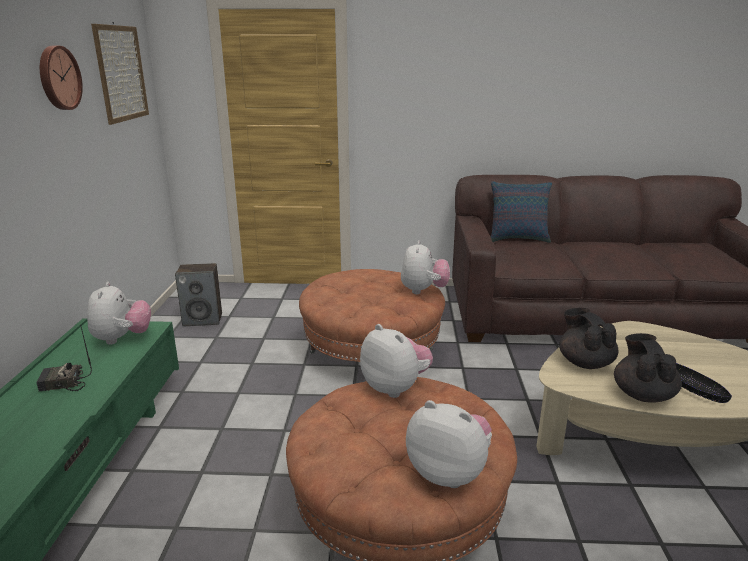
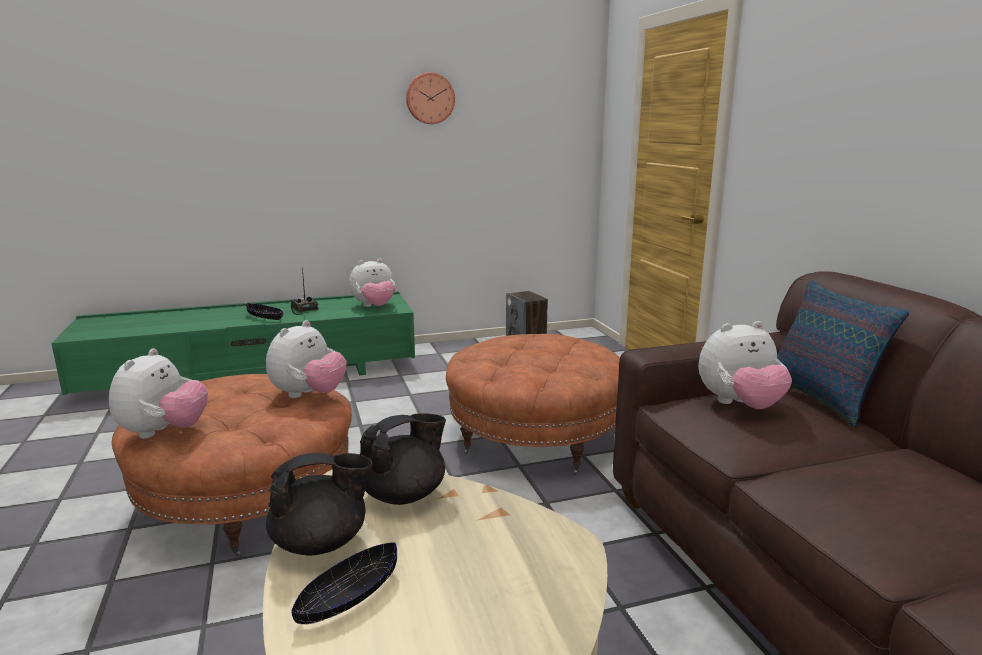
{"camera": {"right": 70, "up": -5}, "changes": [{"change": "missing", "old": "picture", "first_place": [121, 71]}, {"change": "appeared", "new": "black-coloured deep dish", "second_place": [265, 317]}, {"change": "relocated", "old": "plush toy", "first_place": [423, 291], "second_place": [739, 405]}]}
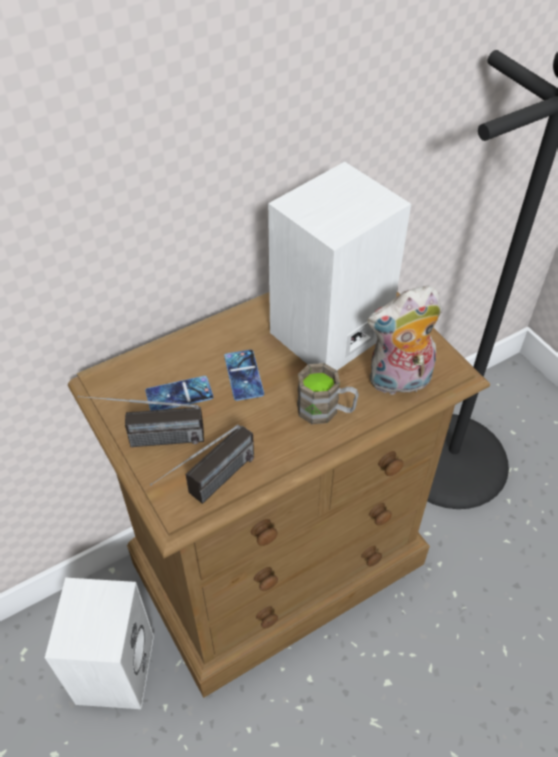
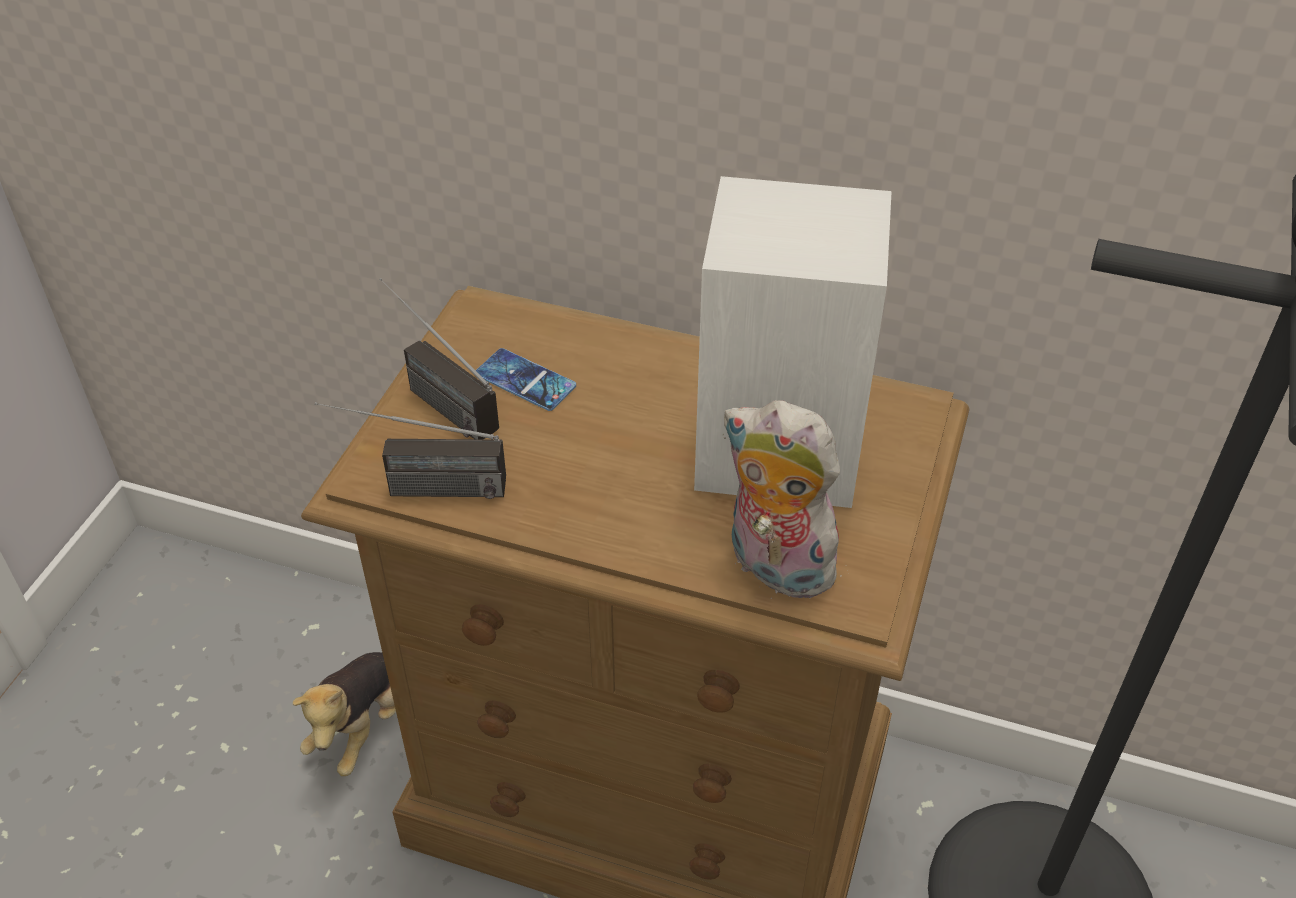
{"camera": {"right": 50, "up": -5}, "changes": [{"change": "missing", "old": "handset", "first_place": [243, 375]}, {"change": "missing", "old": "brownish mug", "first_place": [326, 410]}, {"change": "exchanged", "old": "white-coloured audio speaker", "new": "plush toy", "first_place": [114, 667], "second_place": [365, 724]}]}
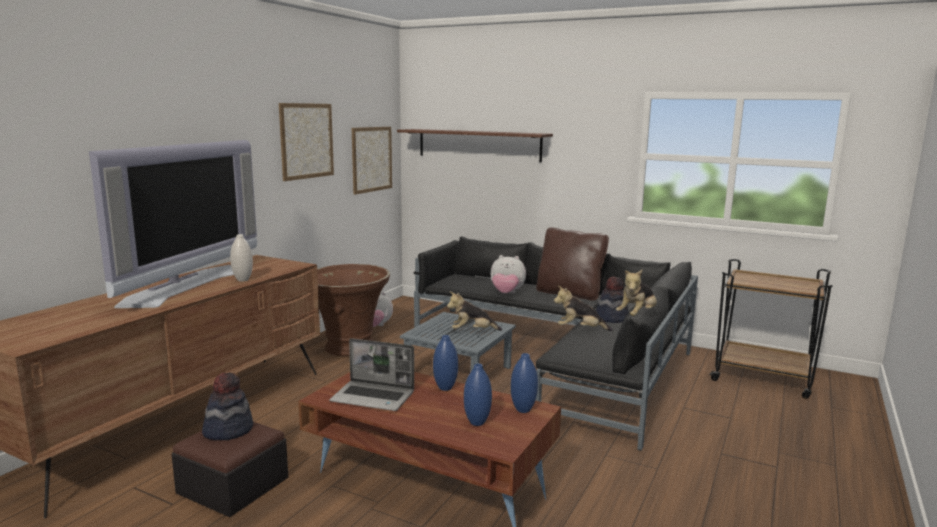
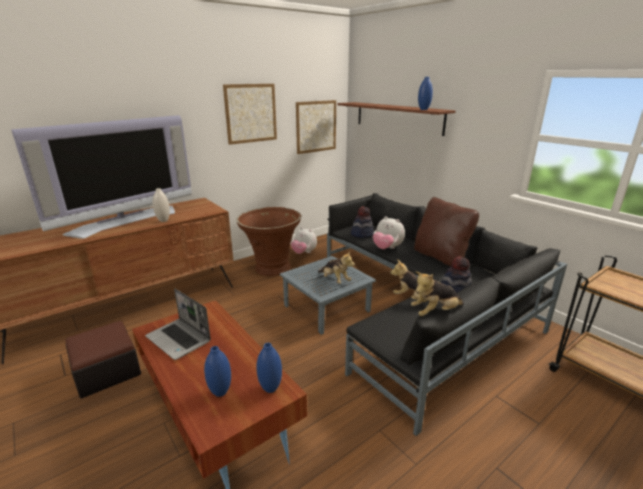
{"camera": {"right": 25, "up": 10}, "changes": [{"change": "relocated", "old": "hat", "first_place": [228, 430], "second_place": [362, 234]}, {"change": "relocated", "old": "blue vase", "first_place": [445, 388], "second_place": [423, 109]}, {"change": "spun", "old": "plush toy", "first_place": [472, 331], "second_place": [335, 280], "degrees": -150}]}
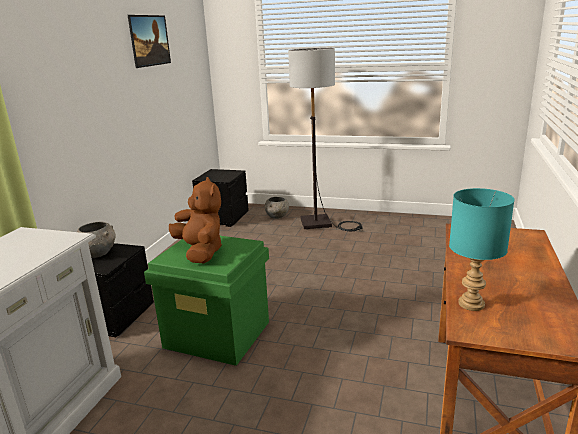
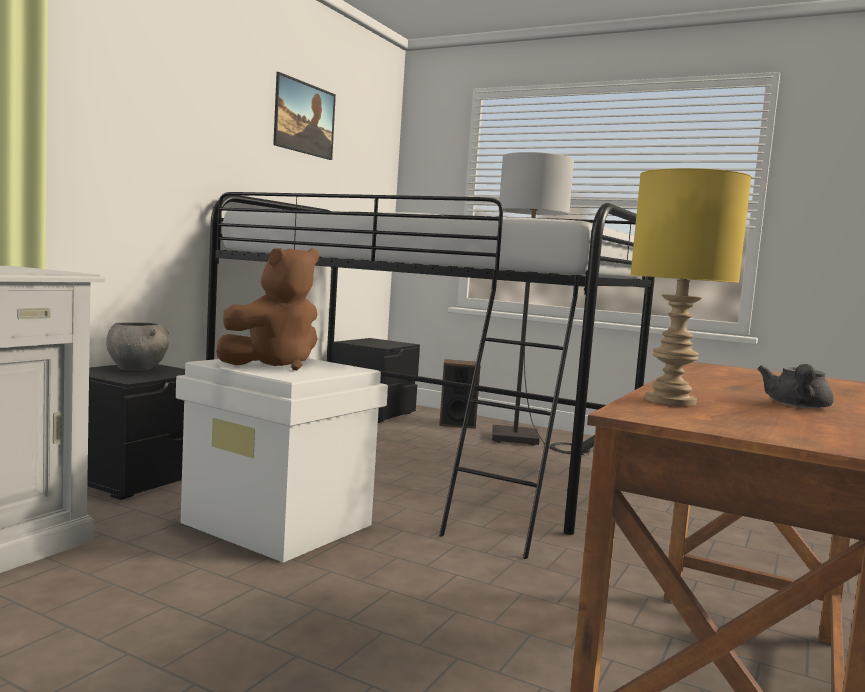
{"camera": {"right": 10, "up": -15}, "changes": [{"change": "appeared", "new": "black-coloured bed", "second_place": [421, 462]}, {"change": "appeared", "new": "greyish pot for tea", "second_place": [797, 406]}, {"change": "exchanged", "old": "greyish deep dish", "new": "audio speaker", "first_place": [277, 217], "second_place": [457, 424]}, {"change": "colour", "old": "green storage box", "new": "white-coloured storage box", "first_place": [218, 334], "second_place": [279, 524]}, {"change": "colour", "old": "turquoise lamp for a table", "new": "yellowish lamp for a table", "first_place": [470, 304], "second_place": [668, 401]}, {"change": "spun", "old": "brownish plush toy", "first_place": [201, 252], "second_place": [273, 365], "degrees": 60}]}
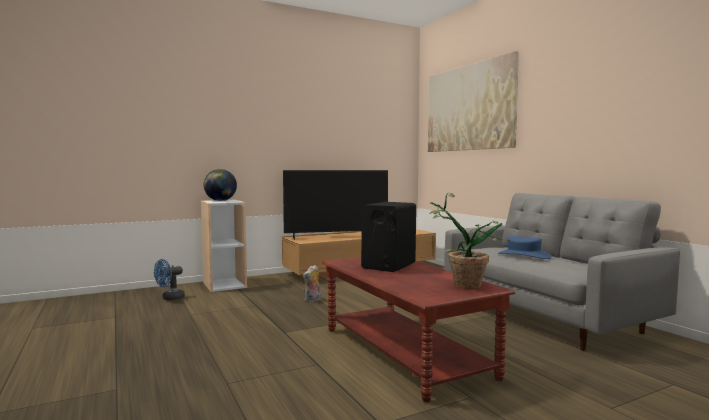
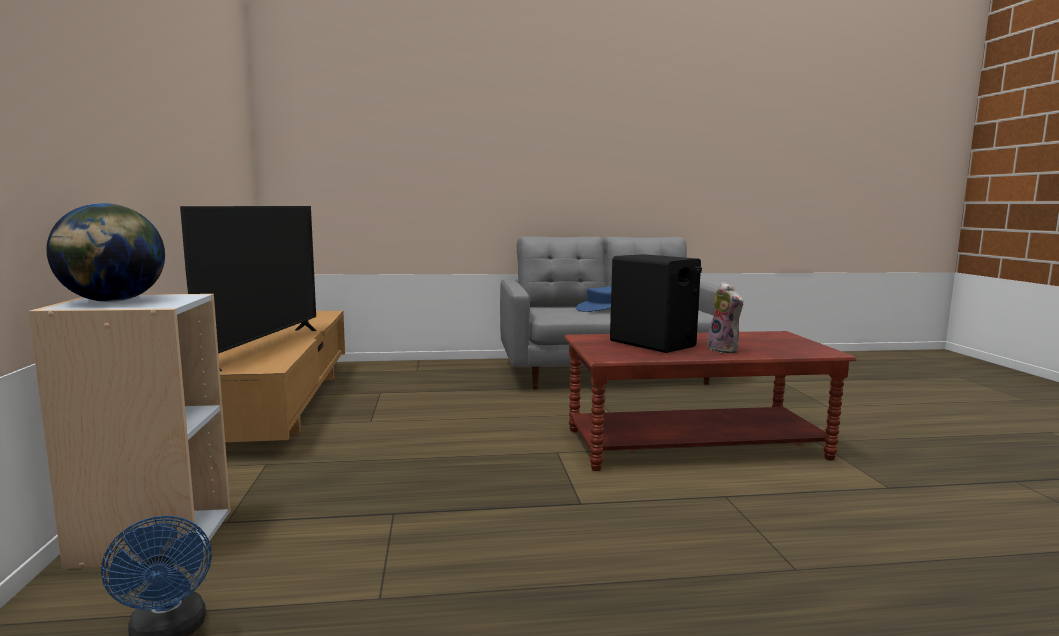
{"camera": {"right": -70, "up": 5}, "changes": [{"change": "missing", "old": "picture", "first_place": [468, 108]}, {"change": "missing", "old": "potted plant", "first_place": [460, 284]}, {"change": "relocated", "old": "plush toy", "first_place": [312, 300], "second_place": [725, 350]}]}
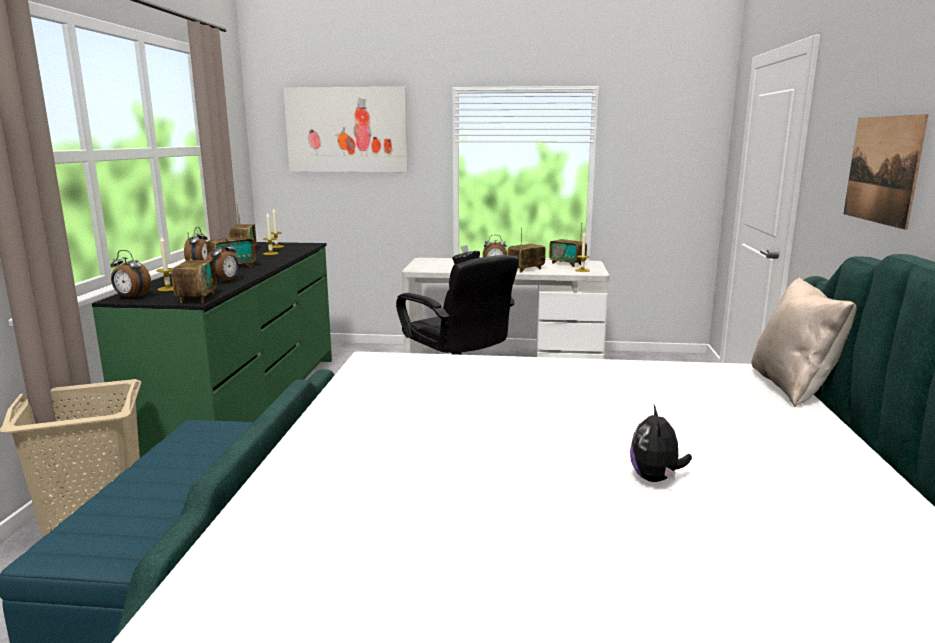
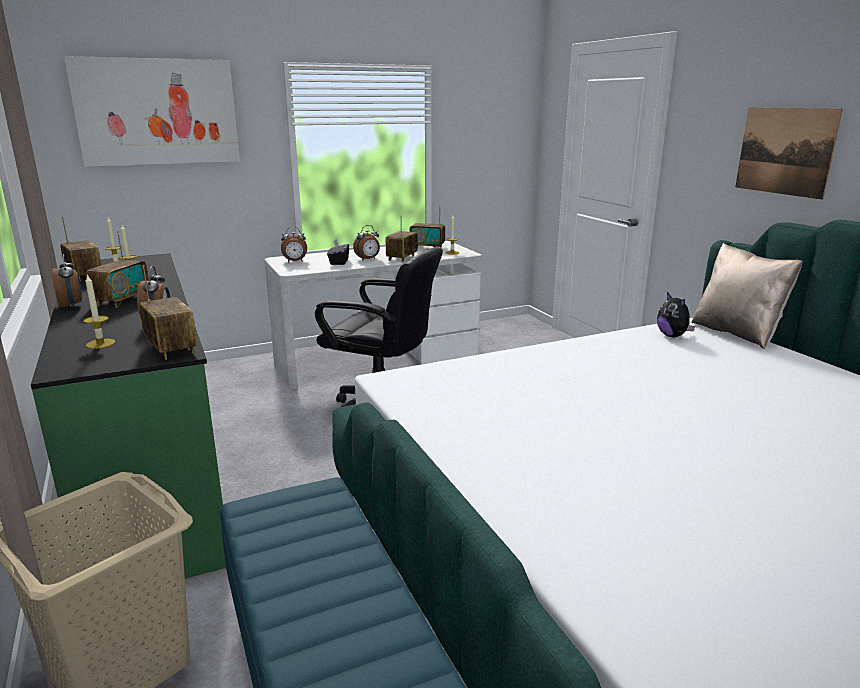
{"camera": {"right": -30, "up": 5}, "changes": [{"change": "relocated", "old": "alarm clock", "first_place": [131, 297], "second_place": [295, 261]}, {"change": "relocated", "old": "plush toy", "first_place": [656, 479], "second_place": [672, 336]}]}
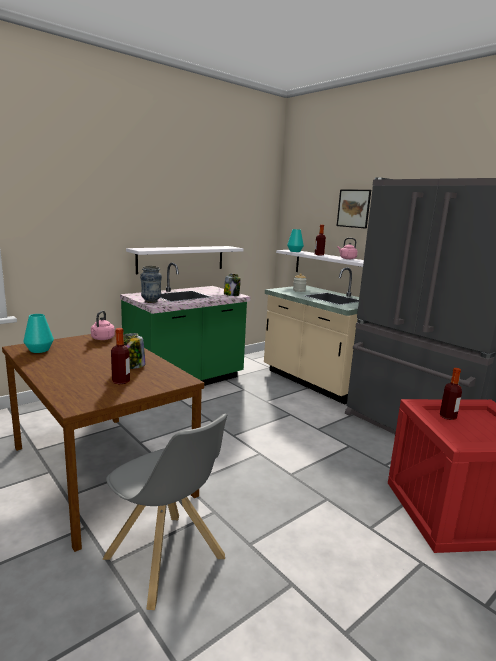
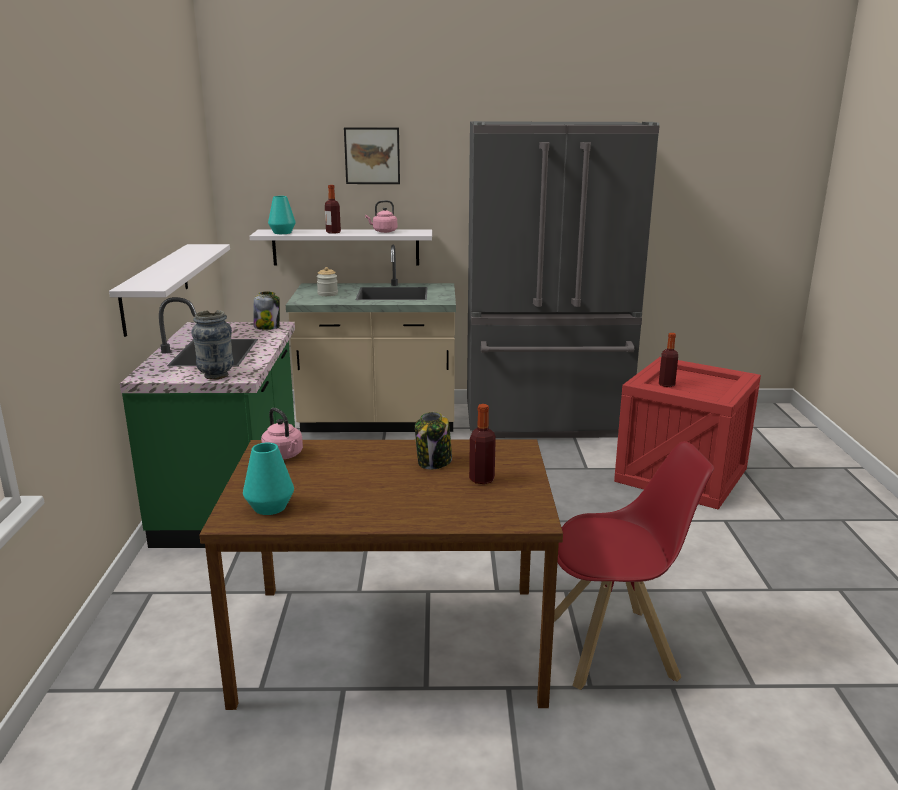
{"camera": {"right": -50, "up": 5}, "changes": [{"change": "colour", "old": "greyish plain chair", "new": "red-coloured plain chair", "first_place": [166, 559], "second_place": [615, 647]}]}
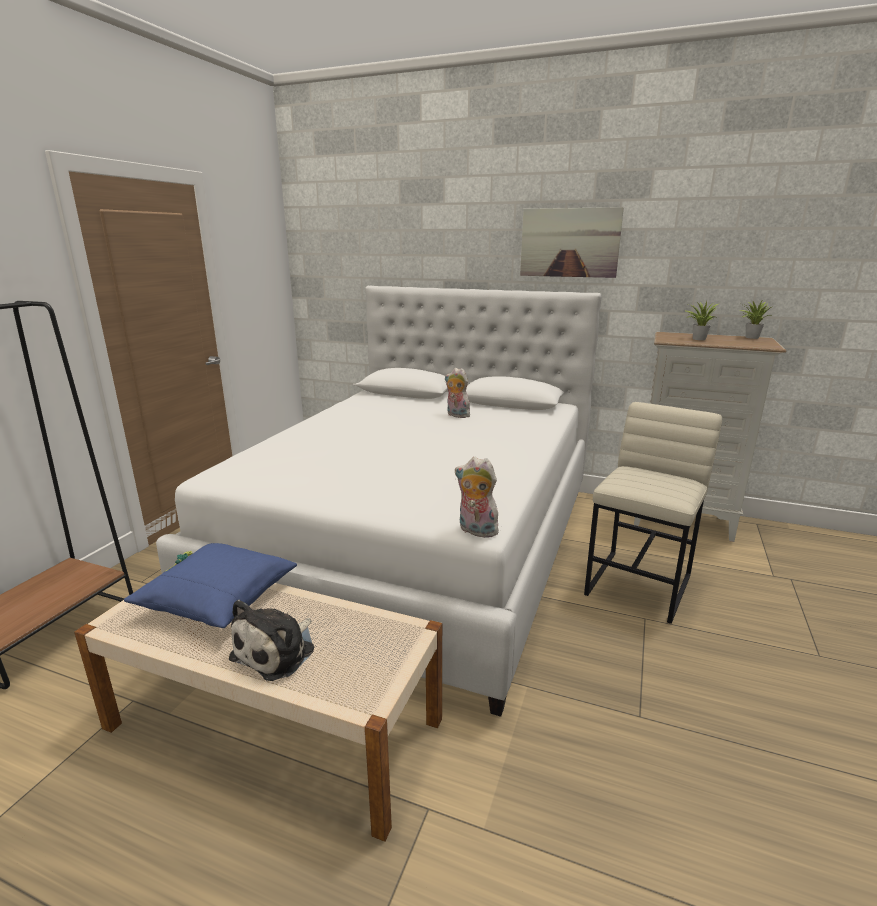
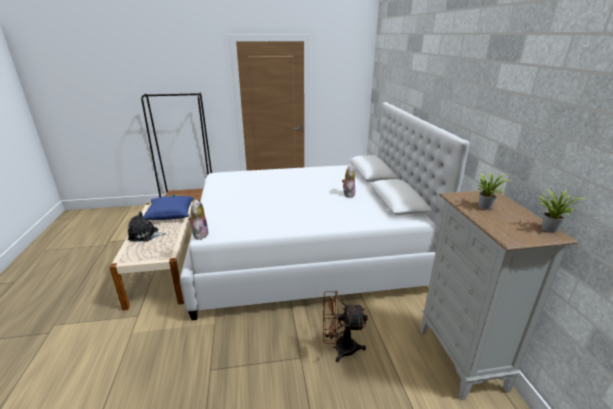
{"camera": {"right": 60, "up": 5}, "changes": [{"change": "missing", "old": "picture", "first_place": [569, 243]}, {"change": "exchanged", "old": "beige-coloured plain chair", "new": "brownish electric fan", "first_place": [639, 583], "second_place": [339, 348]}]}
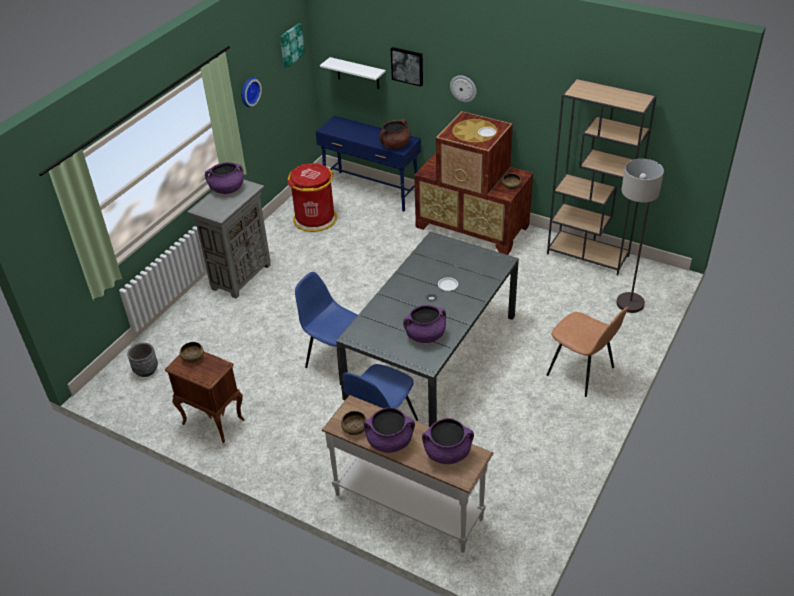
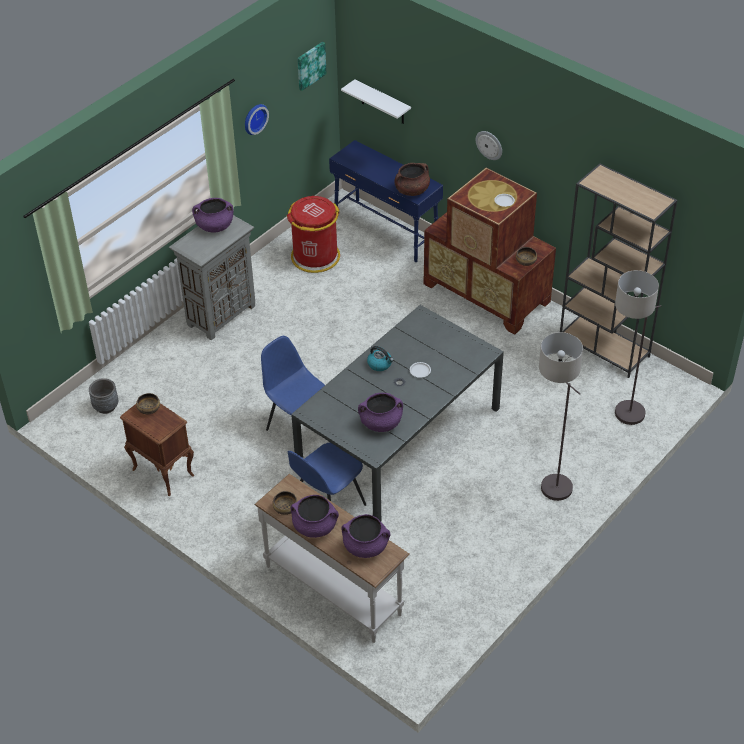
{"camera": {"right": 10, "up": 5}, "changes": [{"change": "missing", "old": "picture", "first_place": [407, 66]}, {"change": "appeared", "new": "kettle", "second_place": [380, 364]}, {"change": "exchanged", "old": "brownish plain chair", "new": "greyish standing lamp", "first_place": [581, 372], "second_place": [550, 482]}]}
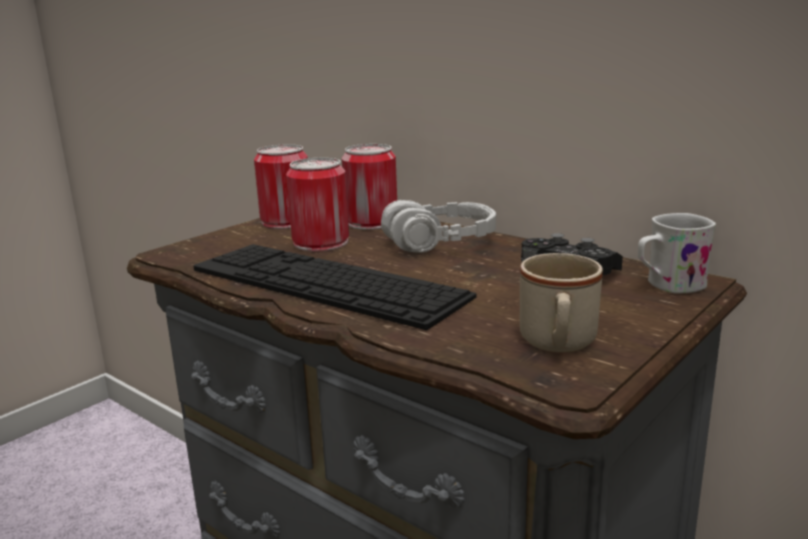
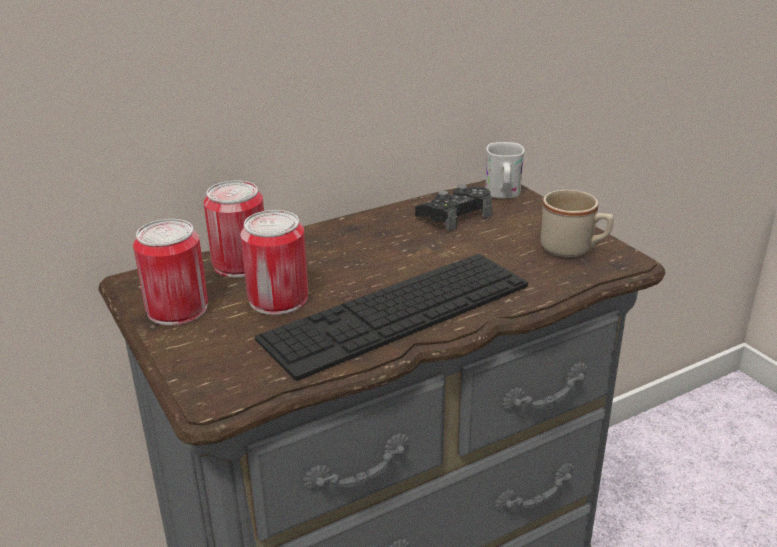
{"camera": {"right": -70, "up": 10}, "changes": [{"change": "missing", "old": "greyish pair of headphones", "first_place": [440, 242]}]}
